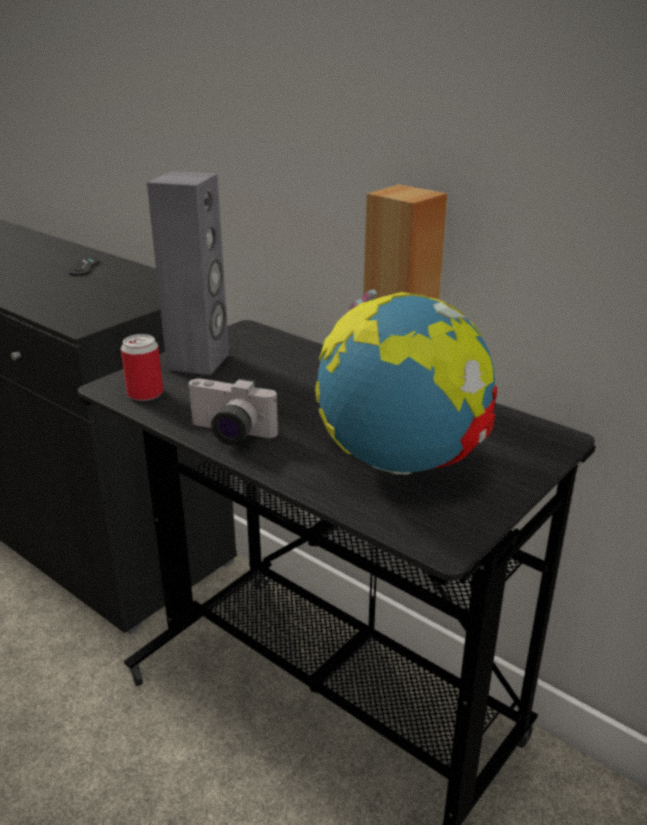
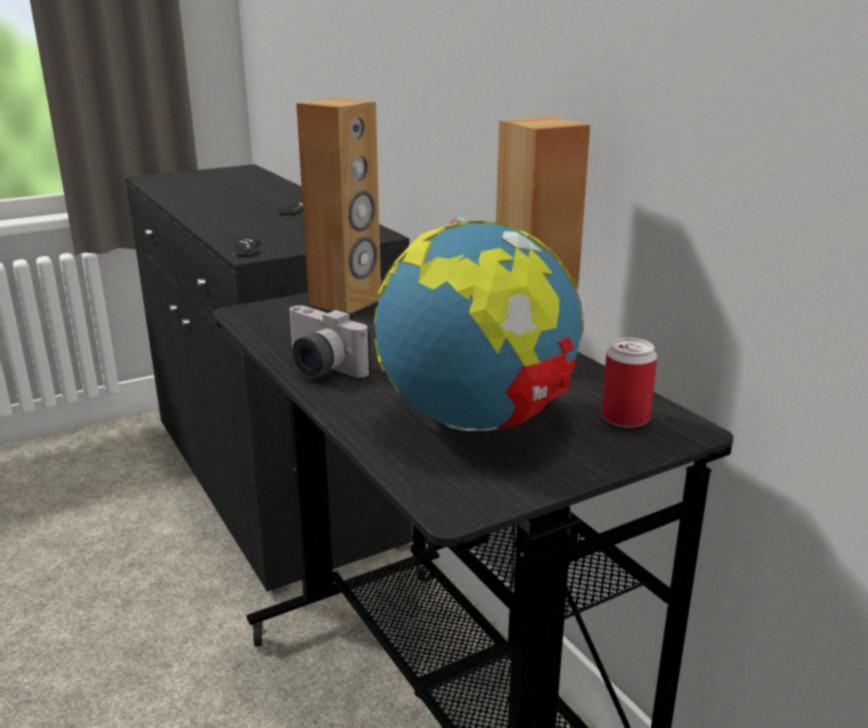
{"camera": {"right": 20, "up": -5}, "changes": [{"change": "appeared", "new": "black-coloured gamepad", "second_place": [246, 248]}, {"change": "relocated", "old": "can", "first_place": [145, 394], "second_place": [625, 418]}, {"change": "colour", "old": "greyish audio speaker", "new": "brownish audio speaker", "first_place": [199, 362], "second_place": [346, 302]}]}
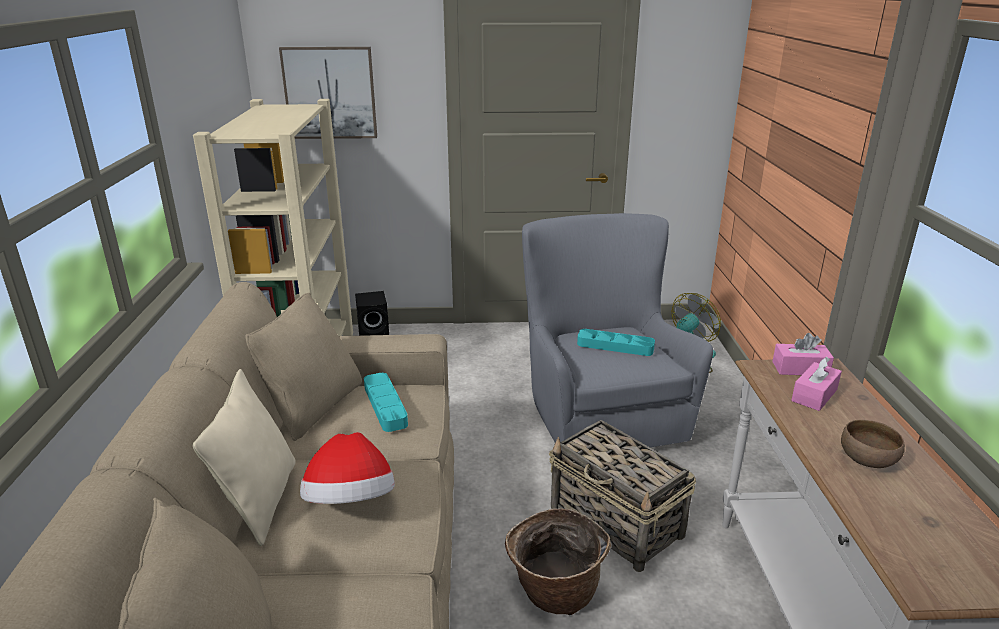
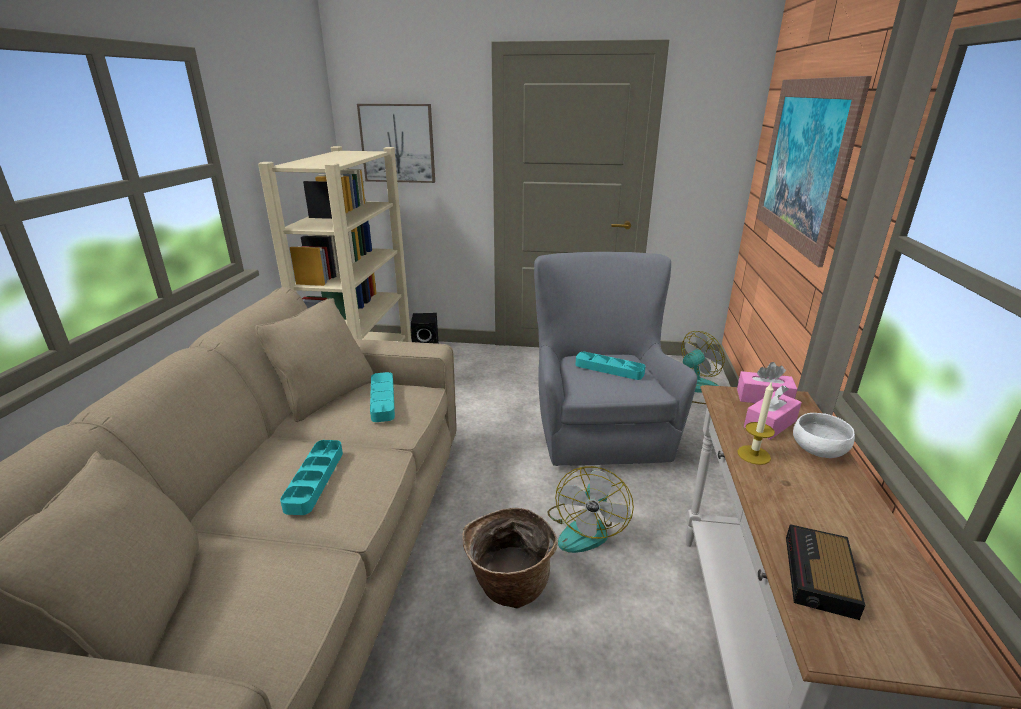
{"camera": {"right": 10, "up": 0}, "changes": [{"change": "missing", "old": "beige-coloured cushion", "first_place": [260, 501]}, {"change": "missing", "old": "brownish deep dish", "first_place": [868, 460]}, {"change": "appeared", "new": "wax candle", "second_place": [753, 455]}, {"change": "appeared", "new": "picture", "second_place": [802, 163]}, {"change": "appeared", "new": "alarm clock", "second_place": [819, 577]}, {"change": "appeared", "new": "white-coloured deep dish", "second_place": [818, 451]}, {"change": "exchanged", "old": "hat", "new": "turquoise serving tray", "first_place": [351, 503], "second_place": [314, 479]}, {"change": "exchanged", "old": "storage basket", "new": "electric fan", "first_place": [617, 522], "second_place": [585, 528]}]}
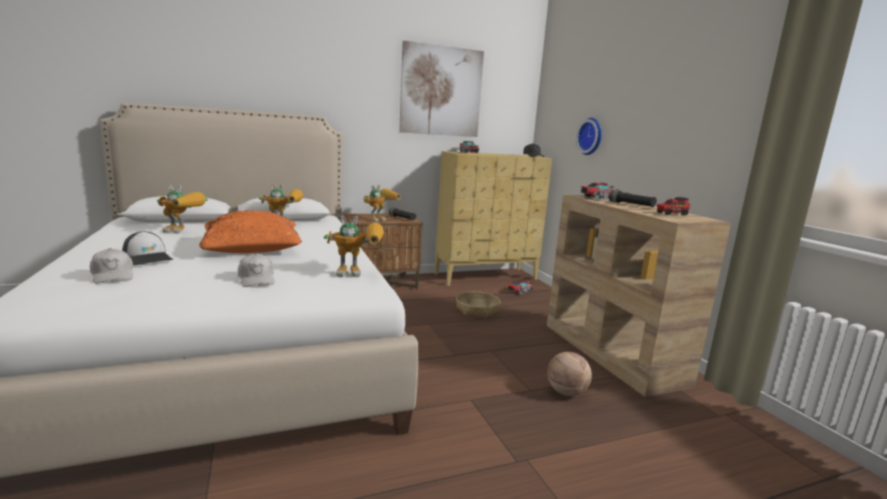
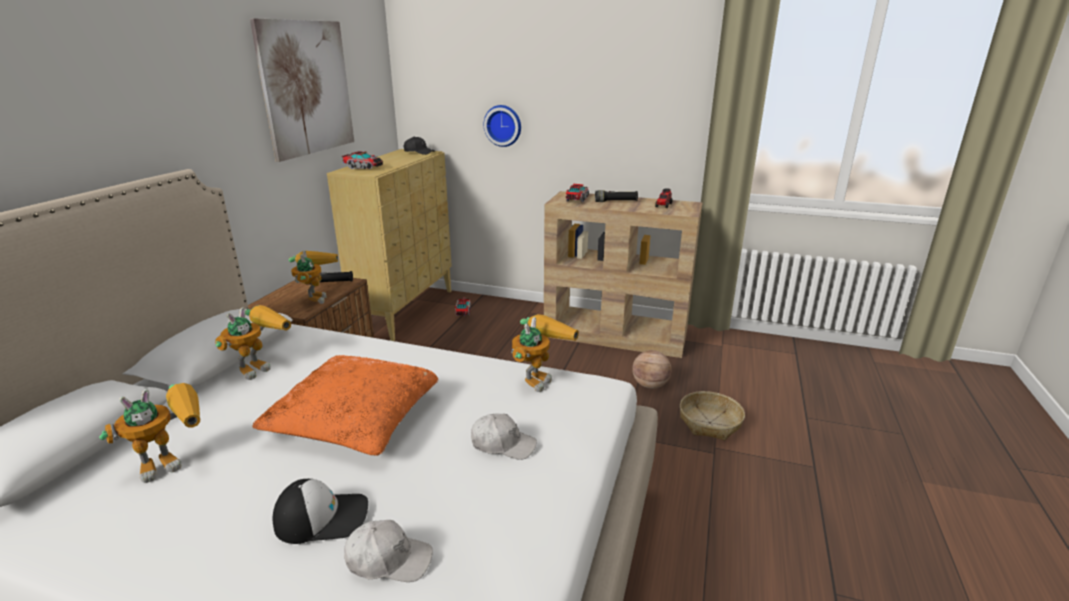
{"camera": {"right": -50, "up": 10}, "changes": [{"change": "relocated", "old": "storage basket", "first_place": [477, 310], "second_place": [710, 422]}]}
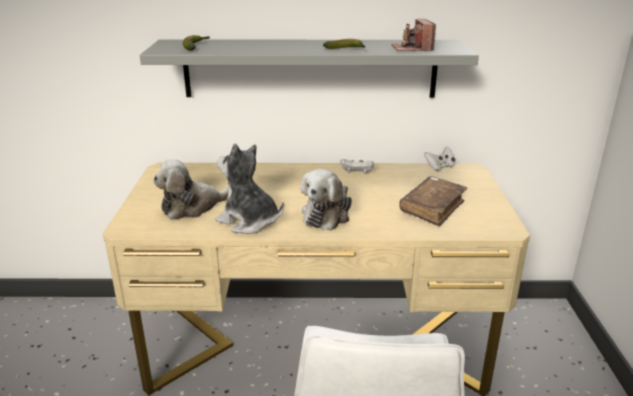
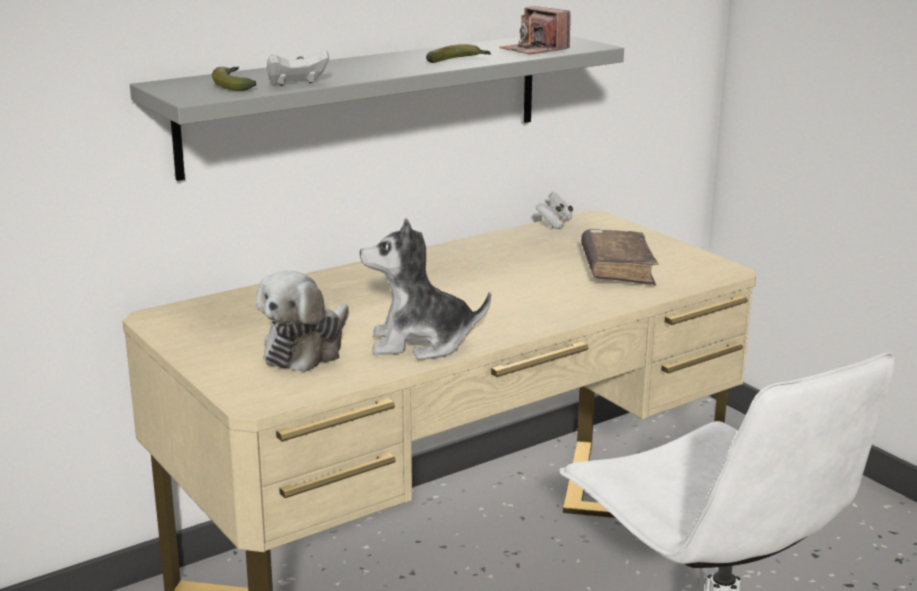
{"camera": {"right": -35, "up": -5}, "changes": [{"change": "missing", "old": "plush toy", "first_place": [327, 214]}, {"change": "relocated", "old": "white-coloured gamepad", "first_place": [357, 174], "second_place": [296, 84]}]}
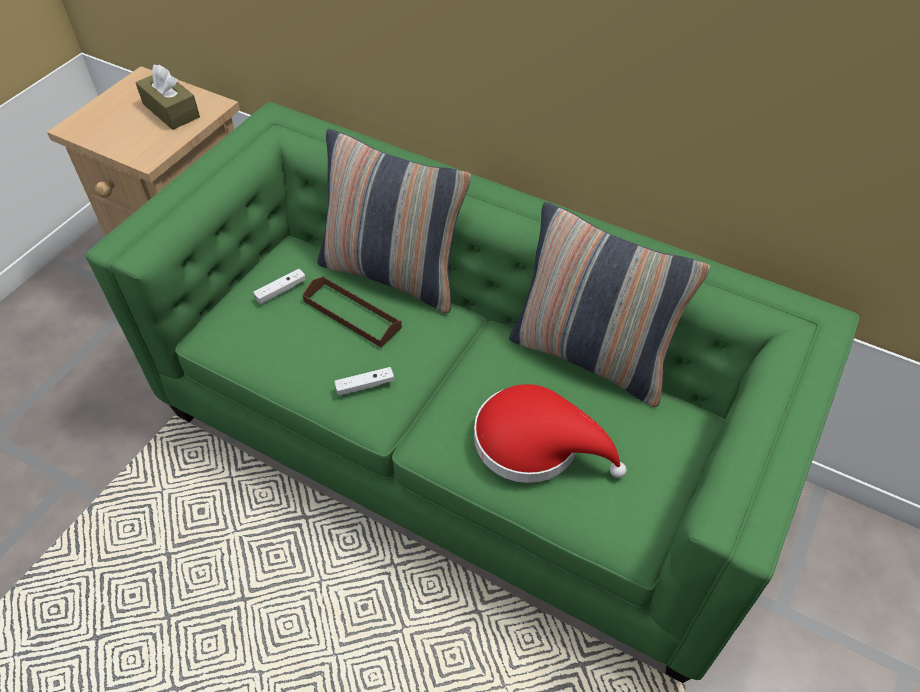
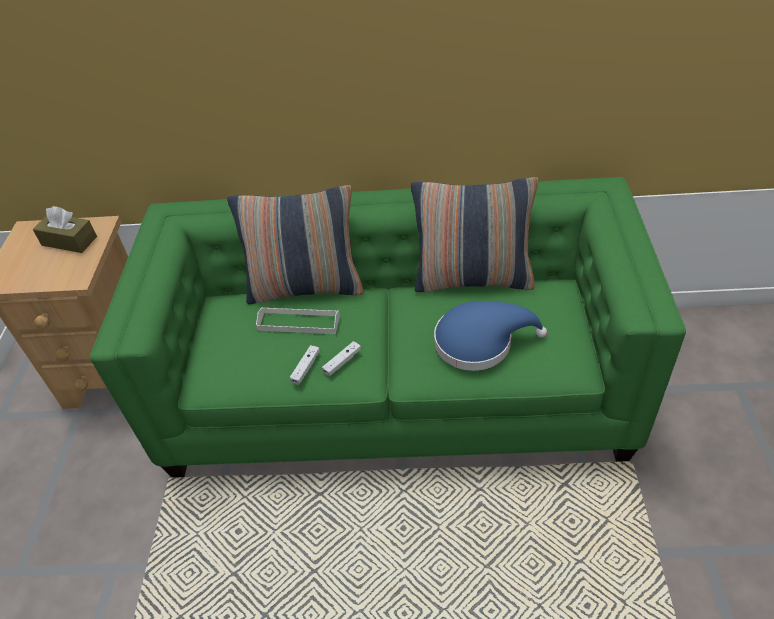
{"camera": {"right": -25, "up": -5}, "changes": [{"change": "relocated", "old": "white-coloured gamepad", "first_place": [281, 290], "second_place": [306, 368]}, {"change": "colour", "old": "brownish serving tray", "new": "white-coloured serving tray", "first_place": [352, 314], "second_place": [298, 323]}, {"change": "colour", "old": "red-coloured hat", "new": "blue hat", "first_place": [536, 443], "second_place": [480, 342]}]}
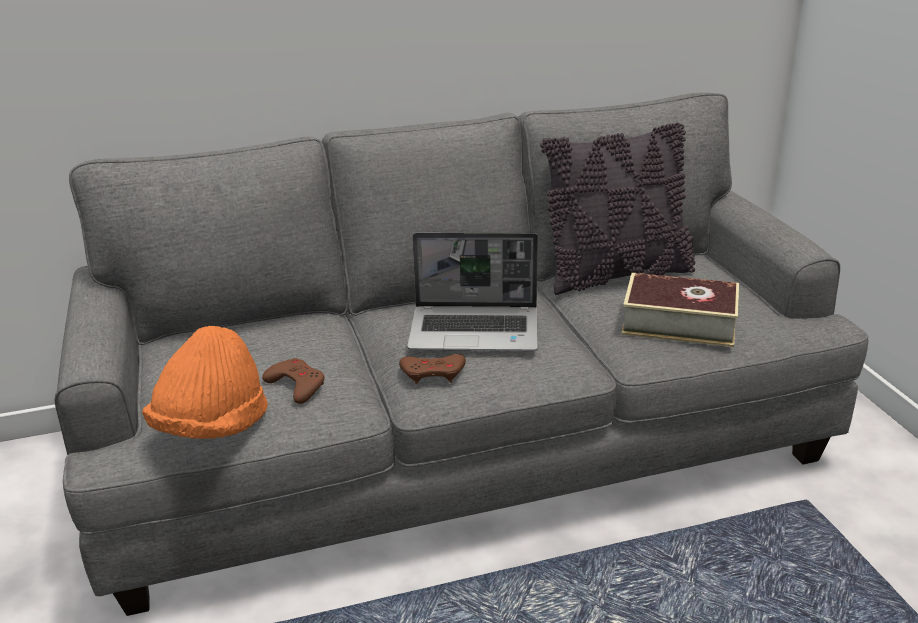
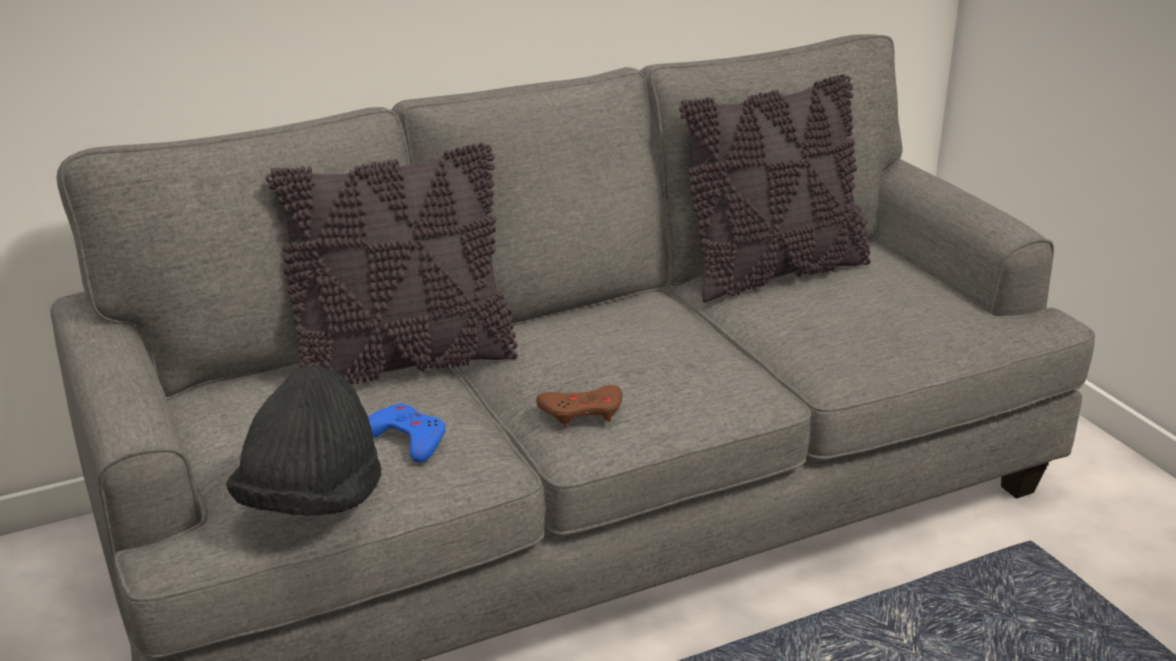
{"camera": {"right": -10, "up": 0}, "changes": [{"change": "missing", "old": "notebook computer", "first_place": [476, 331]}, {"change": "missing", "old": "bound book", "first_place": [679, 323]}, {"change": "appeared", "new": "black-coloured cushion", "second_place": [404, 362]}, {"change": "colour", "old": "orange hat", "new": "black-coloured hat", "first_place": [211, 427], "second_place": [311, 501]}, {"change": "colour", "old": "brownish gamepad", "new": "blue gamepad", "first_place": [296, 385], "second_place": [406, 439]}]}
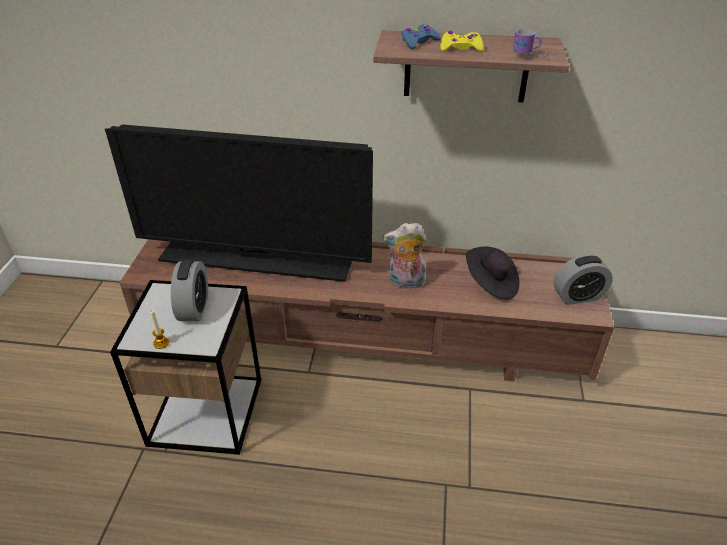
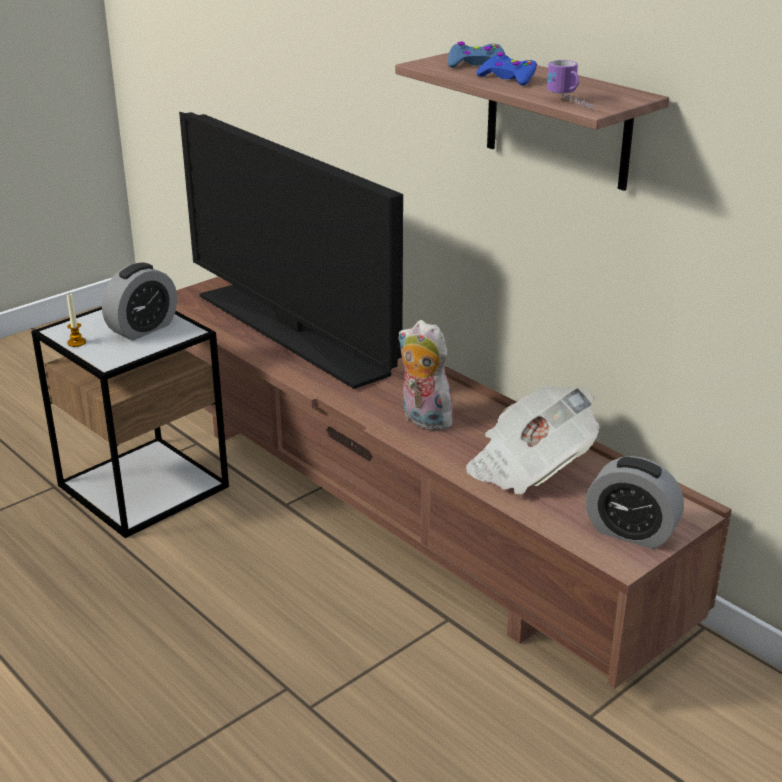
{"camera": {"right": 40, "up": -10}, "changes": [{"change": "exchanged", "old": "black-coloured hat", "new": "daily paper", "first_place": [491, 284], "second_place": [529, 467]}, {"change": "colour", "old": "yellowish gamepad", "new": "blue gamepad", "first_place": [460, 48], "second_place": [508, 78]}]}
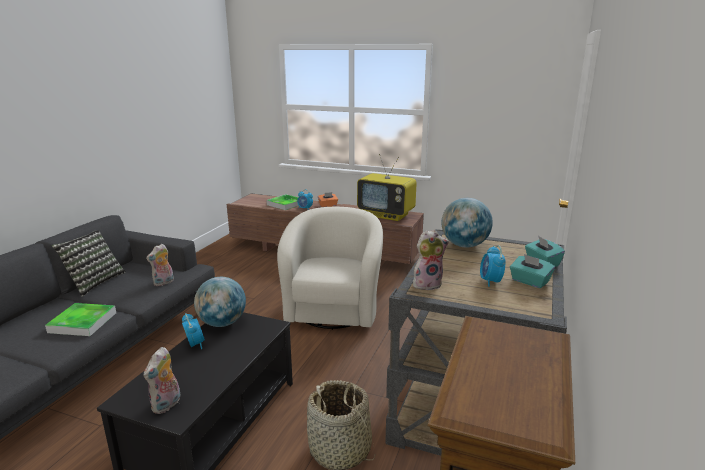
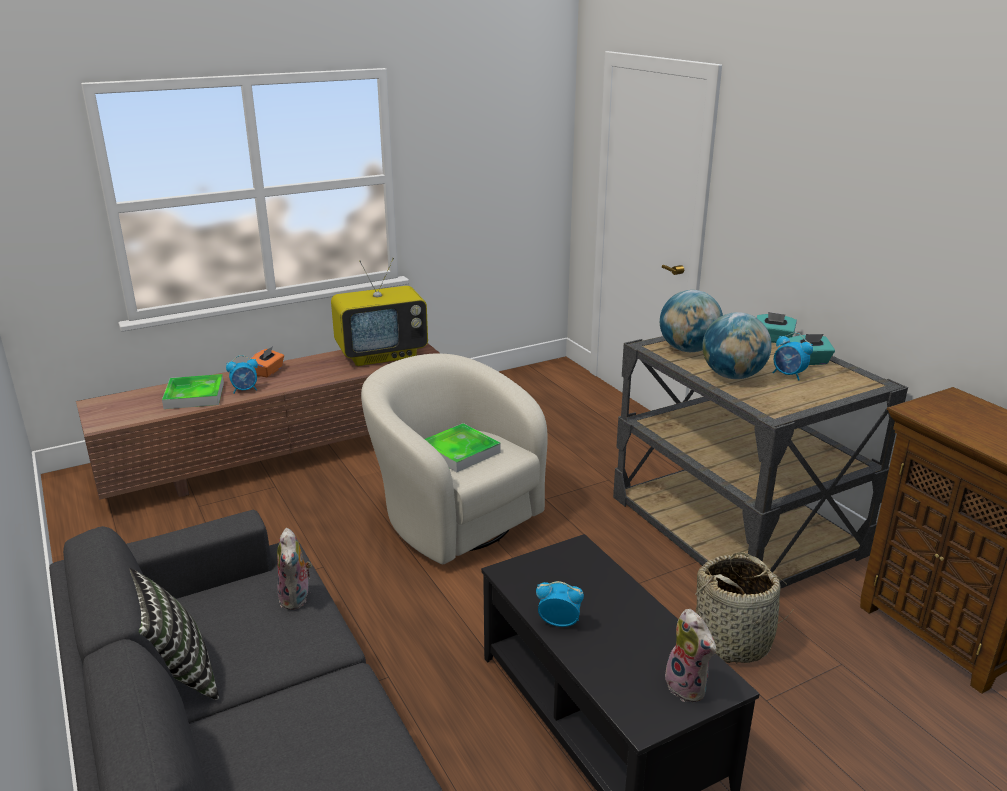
{"camera": {"right": -50, "up": 5}, "changes": [{"change": "missing", "old": "plush toy", "first_place": [427, 284]}, {"change": "relocated", "old": "serving tray", "first_place": [83, 322], "second_place": [460, 451]}, {"change": "relocated", "old": "desk globe", "first_place": [222, 323], "second_place": [732, 376]}]}
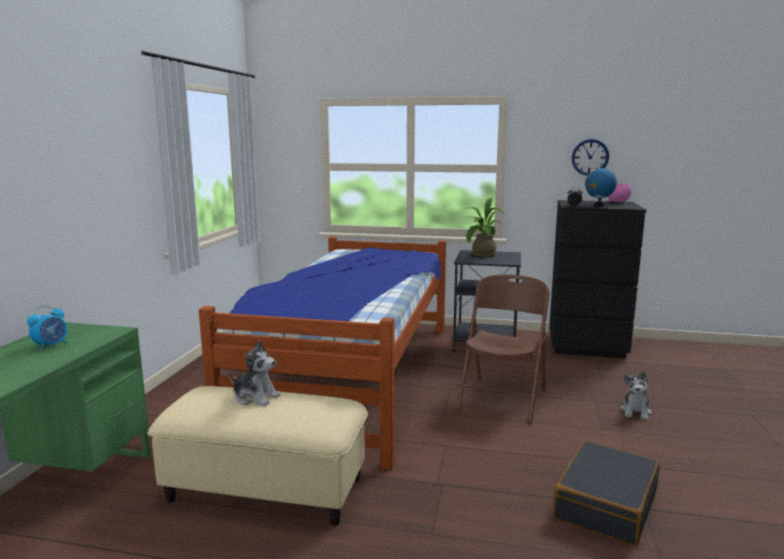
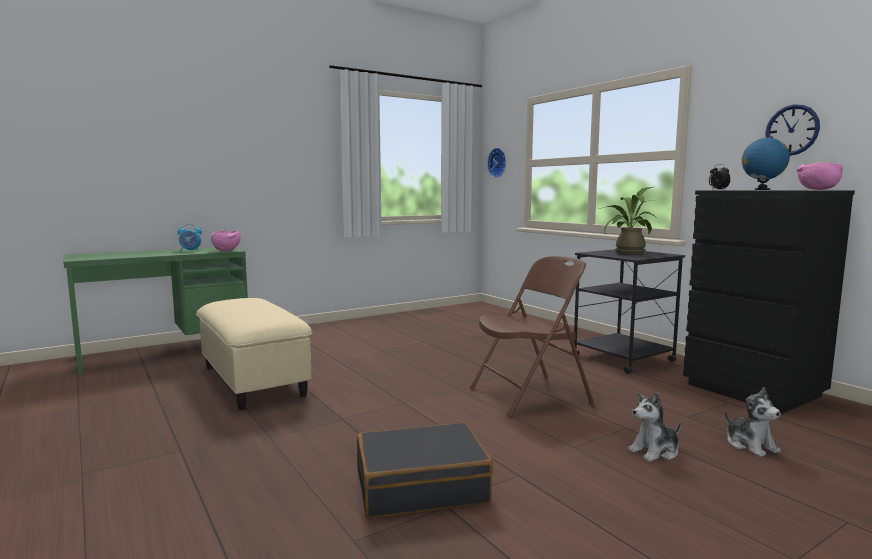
{"camera": {"right": 45, "up": -5}, "changes": [{"change": "missing", "old": "bed", "first_place": [352, 376]}, {"change": "appeared", "new": "pink deep dish", "second_place": [227, 251]}, {"change": "appeared", "new": "wall clock", "second_place": [498, 163]}, {"change": "relocated", "old": "plush toy", "first_place": [255, 397], "second_place": [750, 445]}]}
